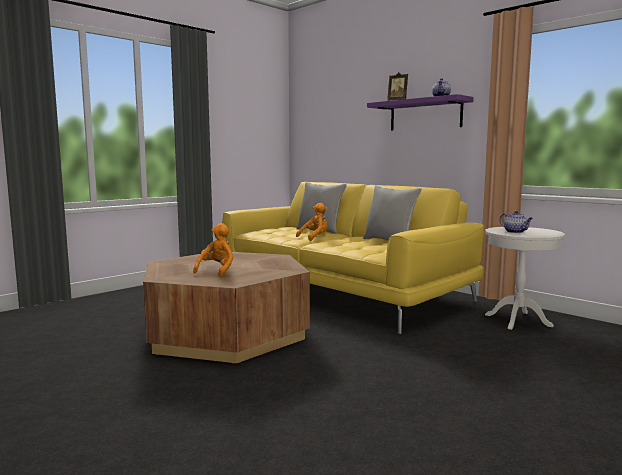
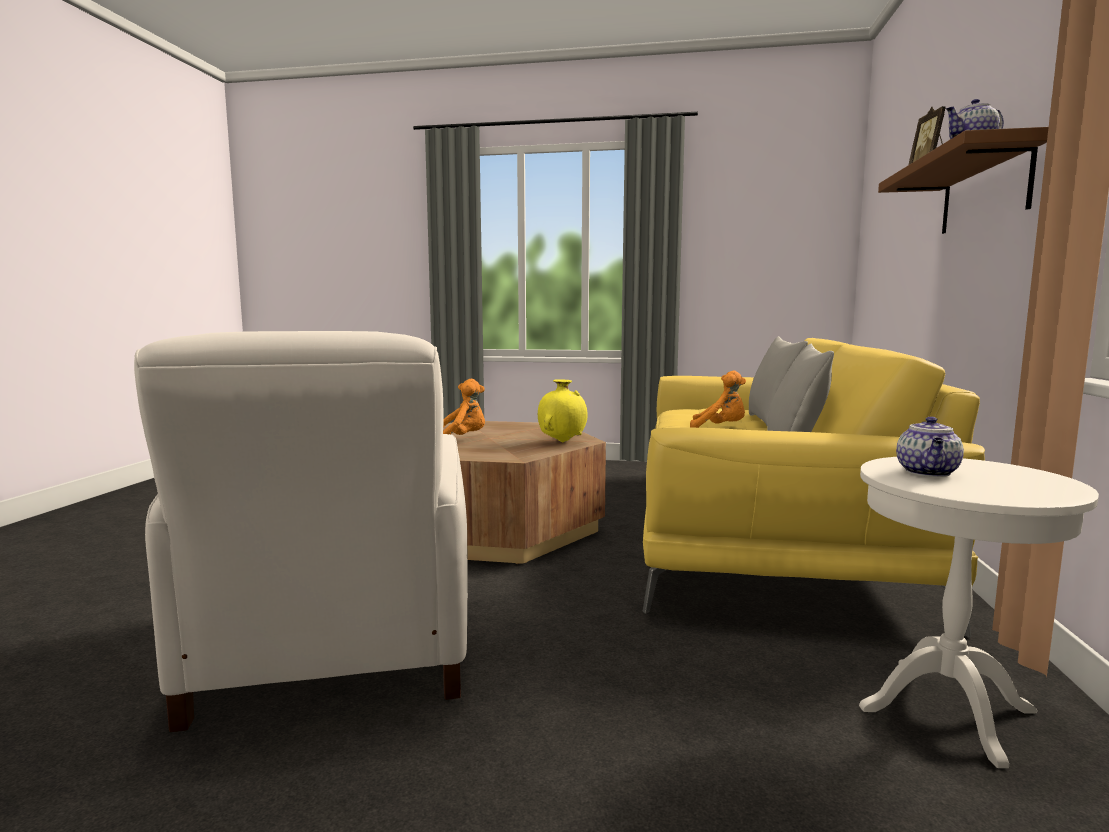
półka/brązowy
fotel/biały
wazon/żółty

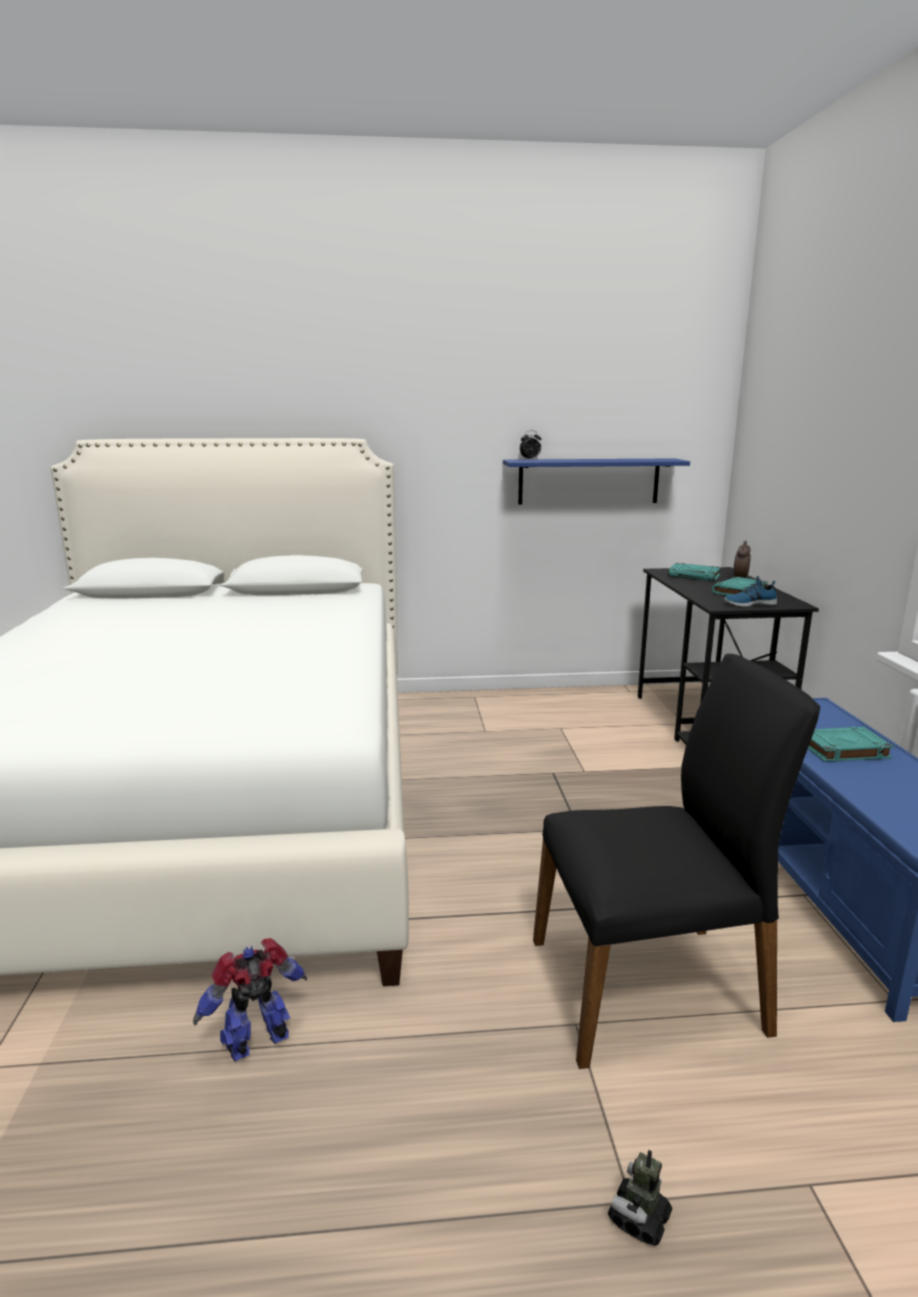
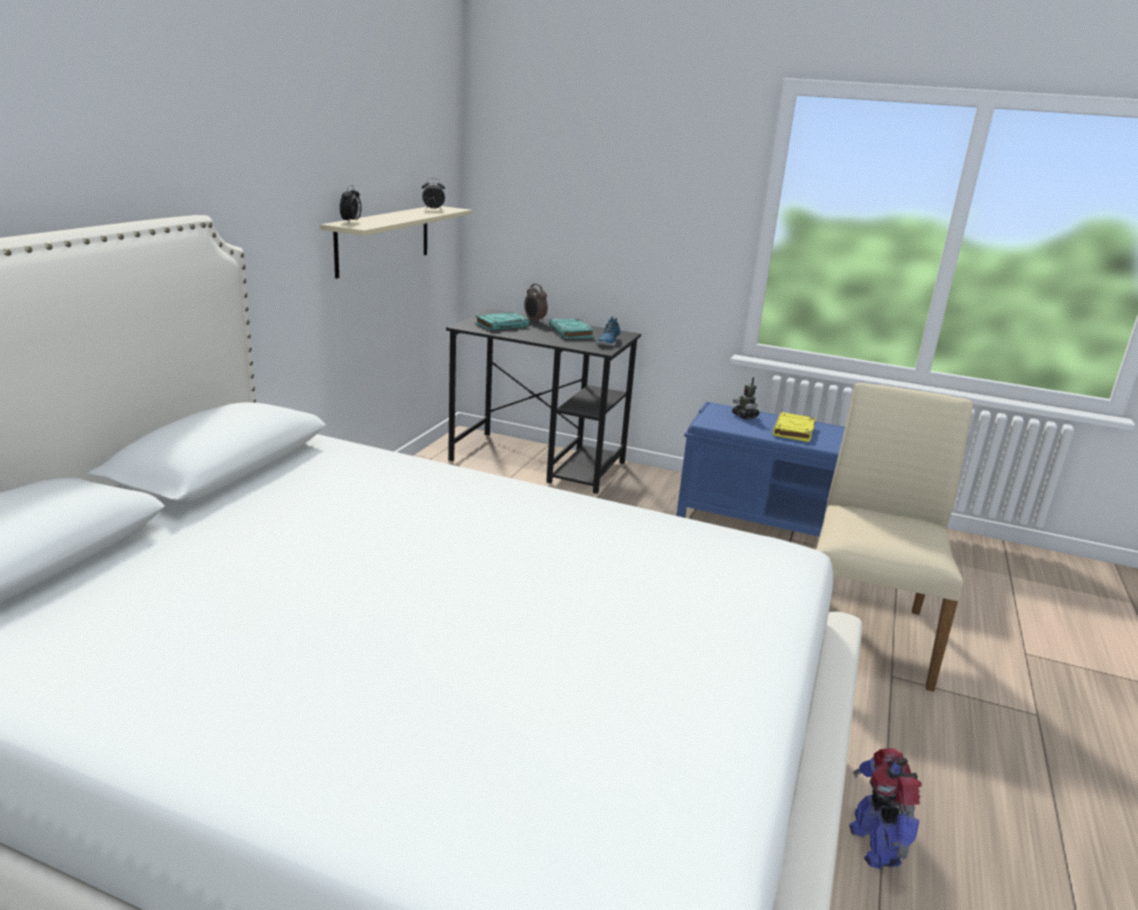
półka/beżowy
krzesło/beżowy
książka/żółty
robot zabawkowy (1st from left)
budzik (2nd from left)

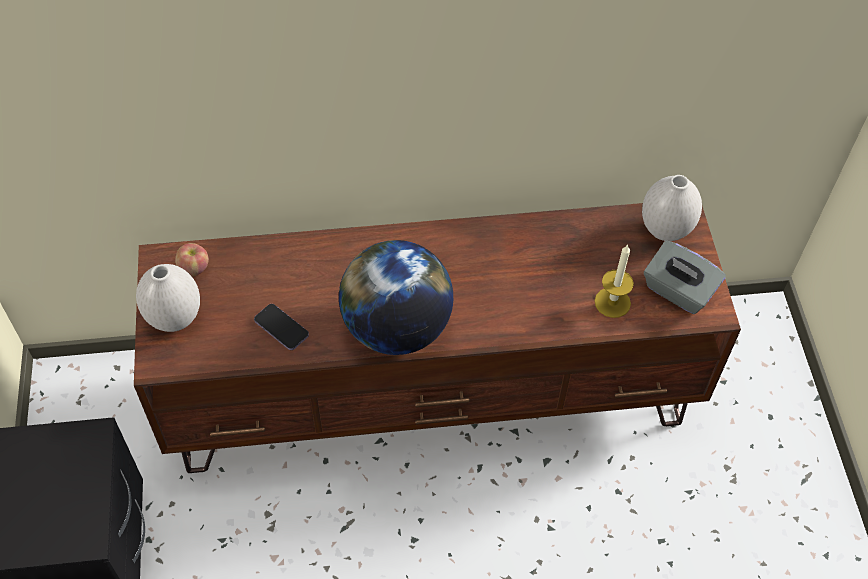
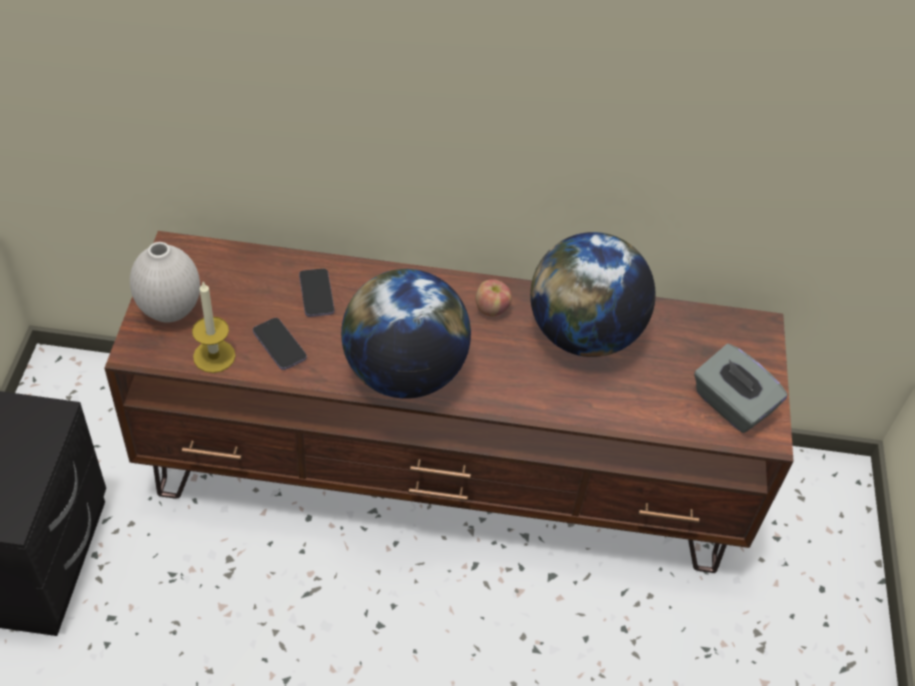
wazon/biały (2nd from left in the first image)
jabłko
świeca
globus (2nd from left)
telefon (2nd from left)

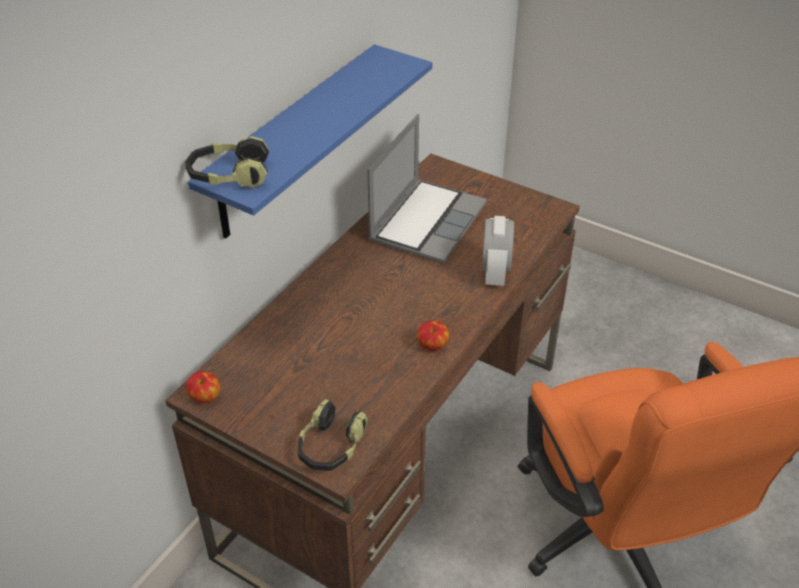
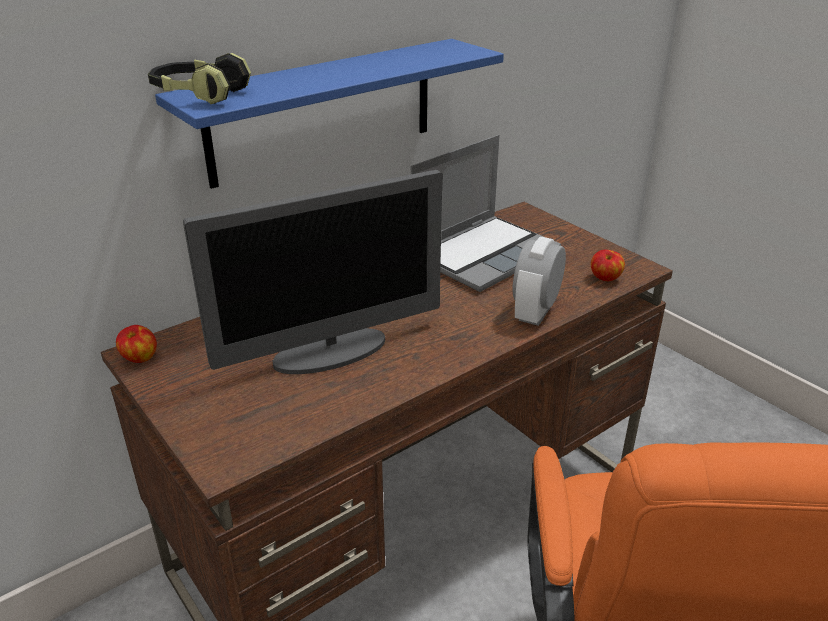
jabłko (2nd from left)
słuchawki (2nd from left in the first image)
monitor

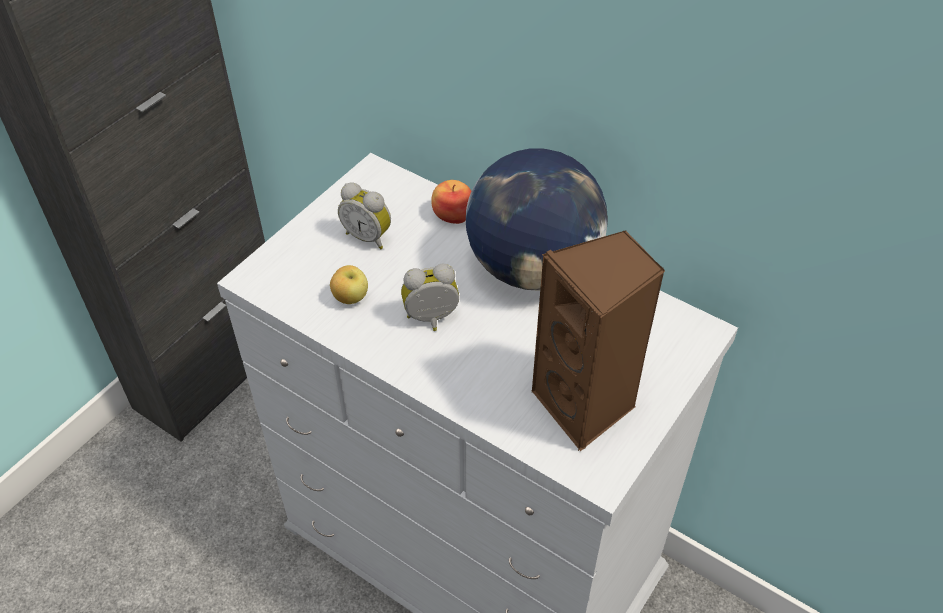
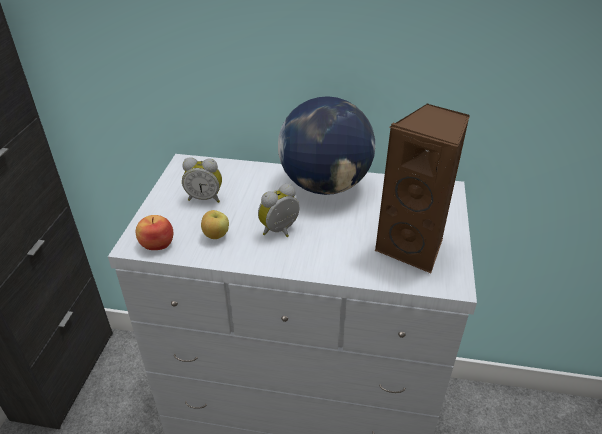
jabłko (1st from left)

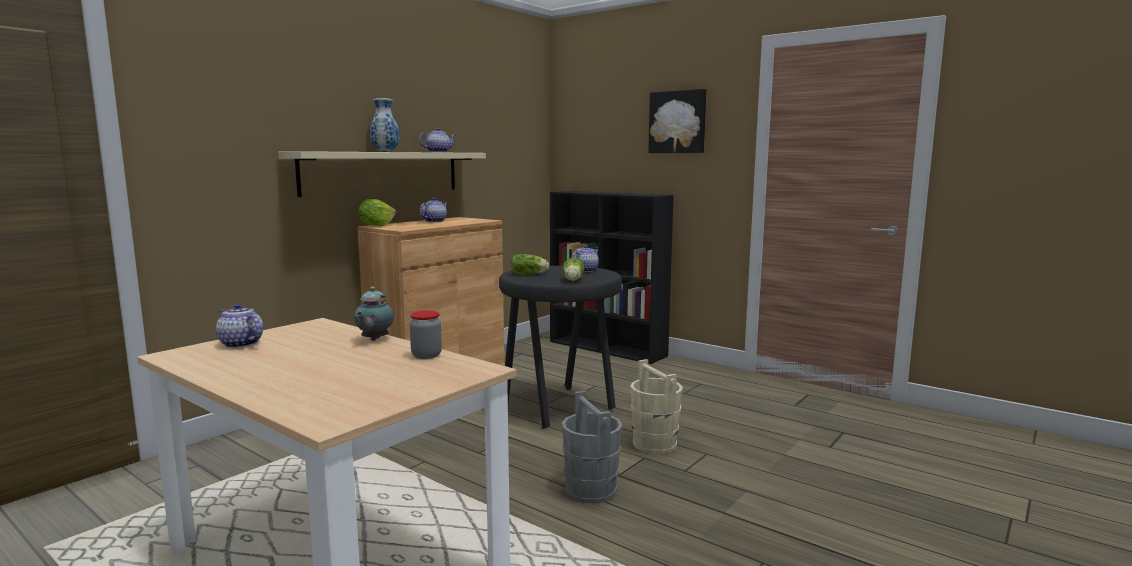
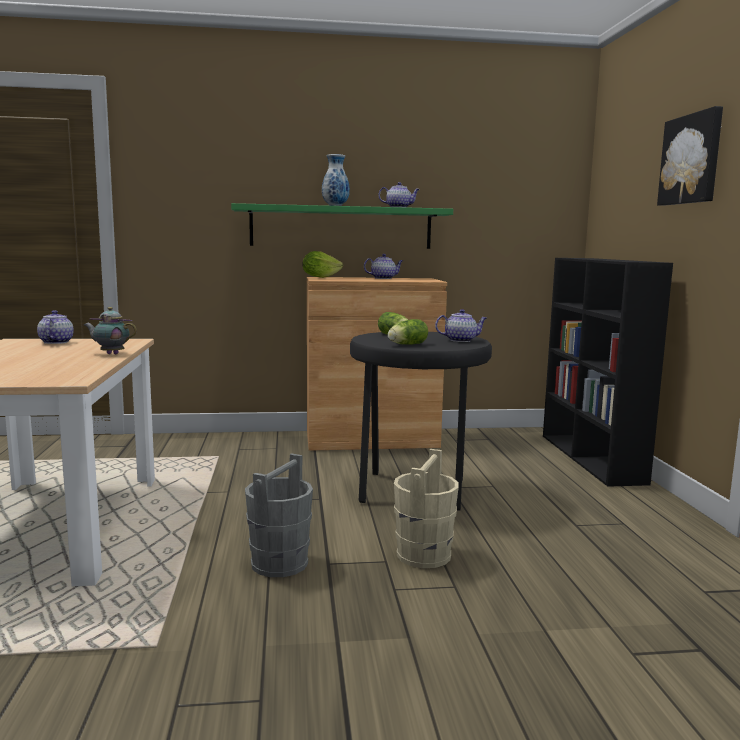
półka/zielony
imbryk (2nd from left)
słoik

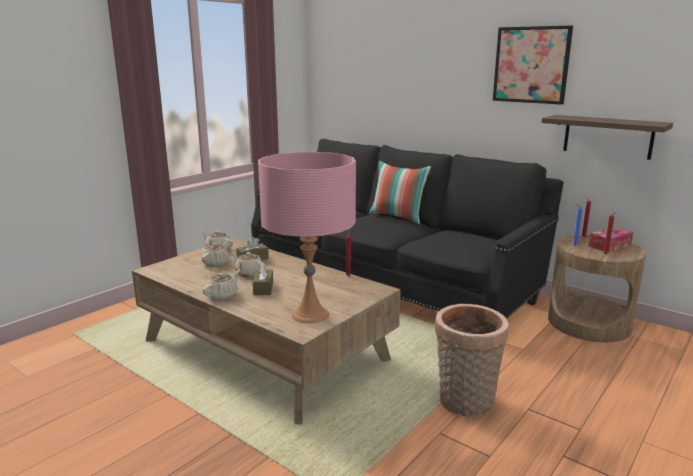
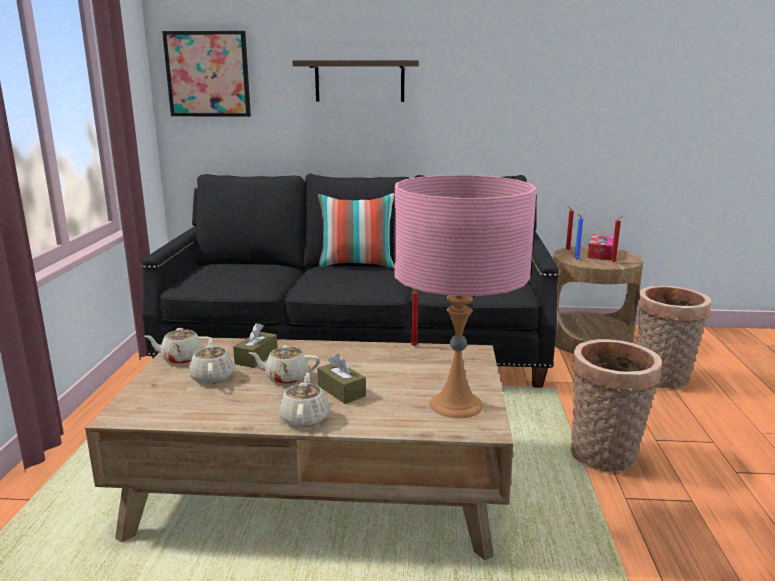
obraz
półka
koszyk (2nd from left)

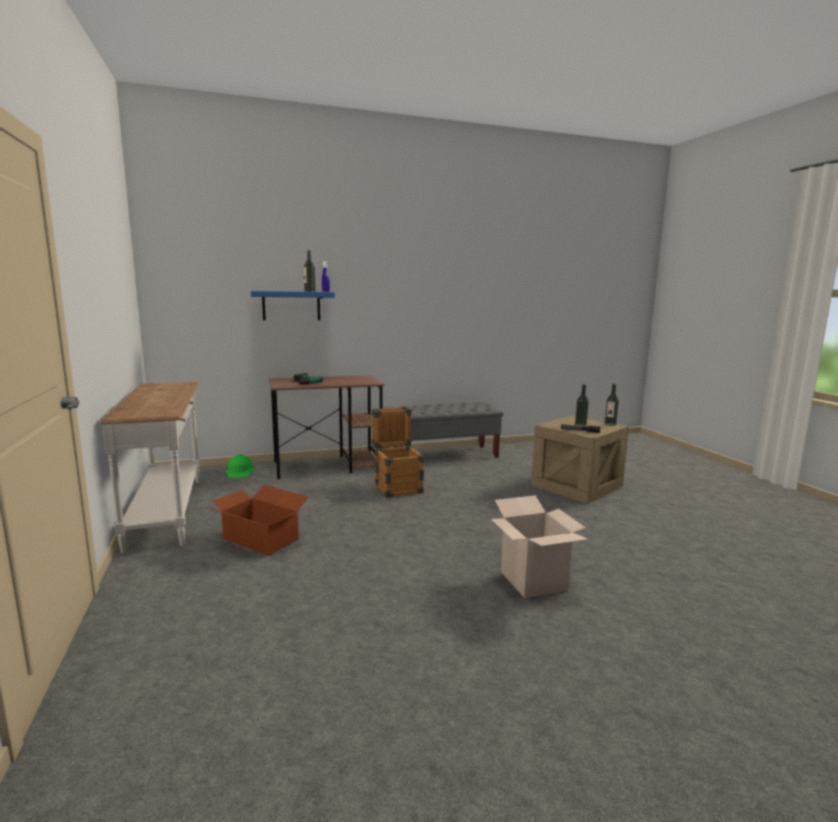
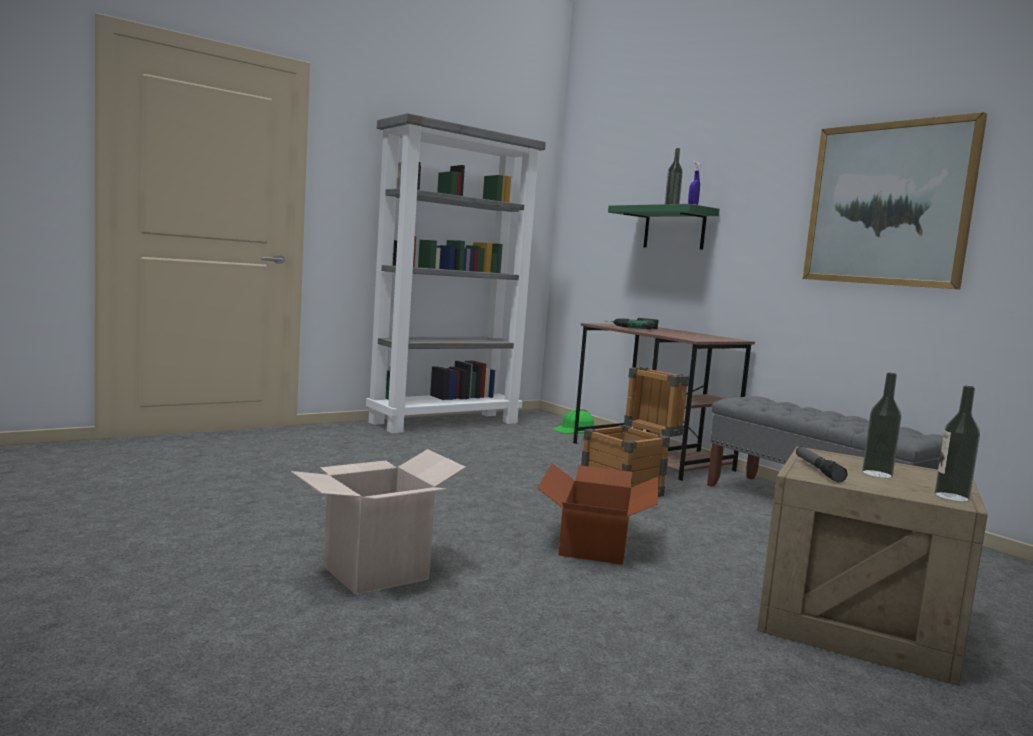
półka/zielony
regał/szary
karton (2nd from left)
obraz

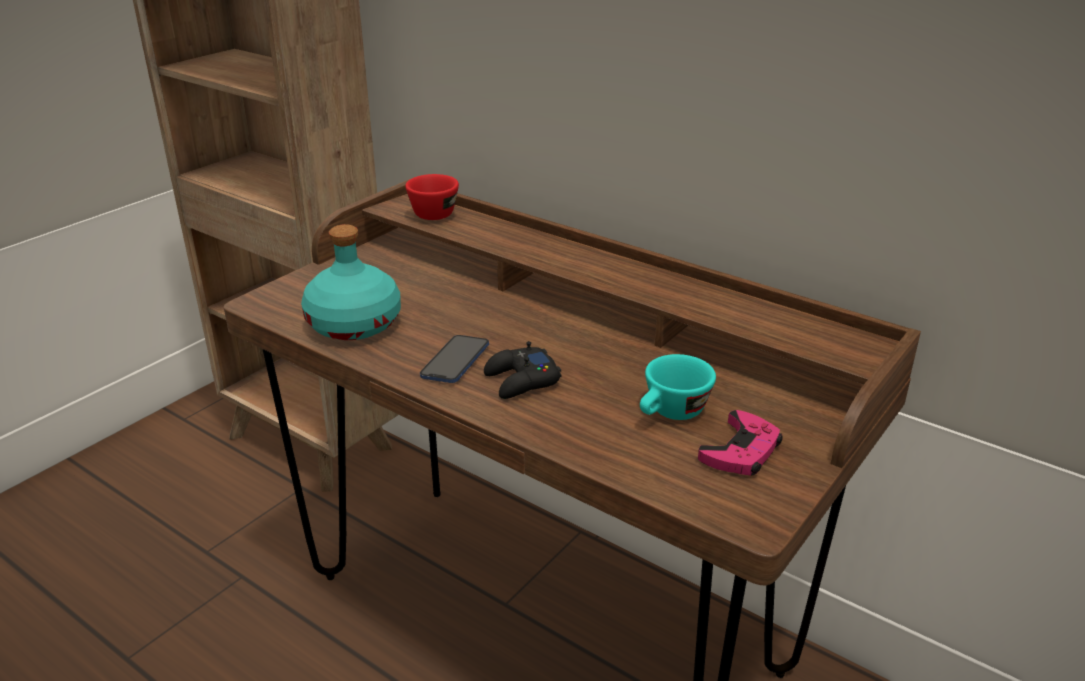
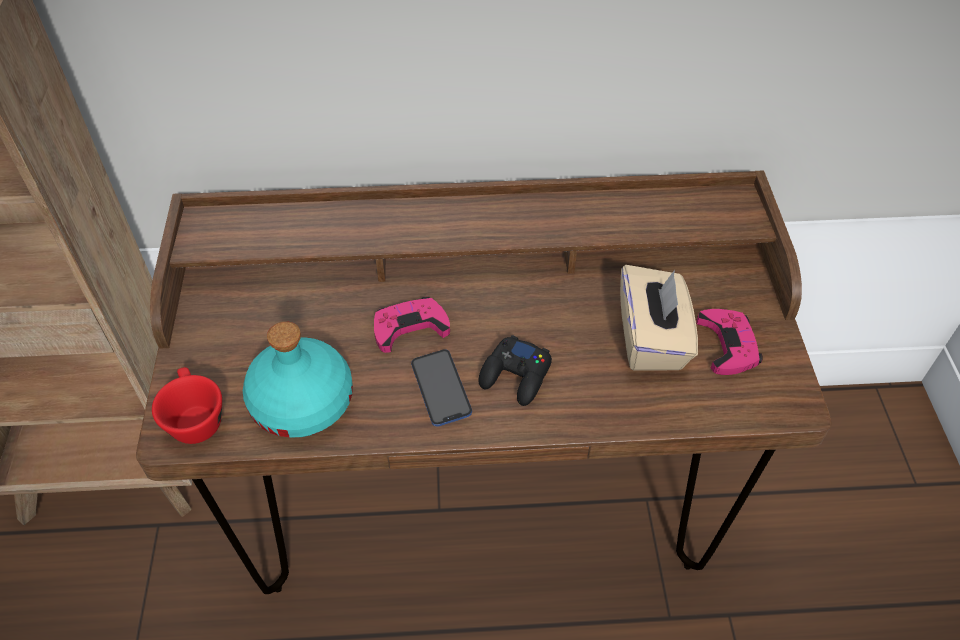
filiżanka/czerwony
pudełko chusteczek/beżowy
pad do gier/różowy (1st from left)

